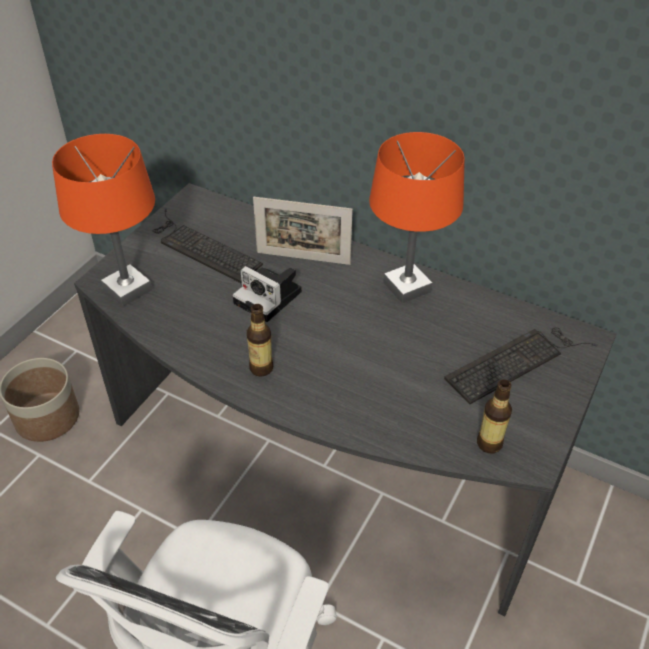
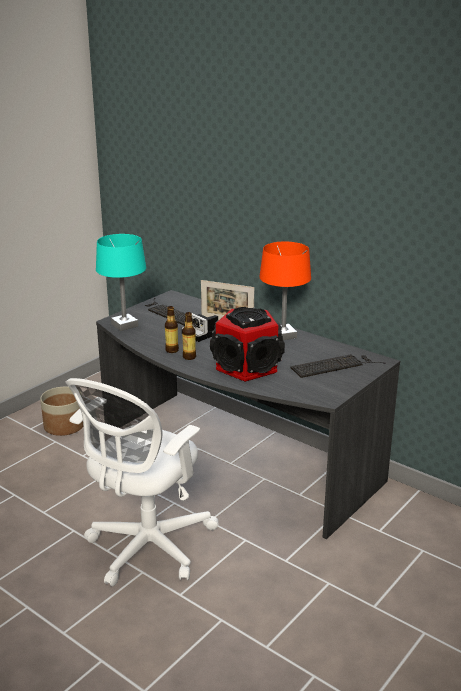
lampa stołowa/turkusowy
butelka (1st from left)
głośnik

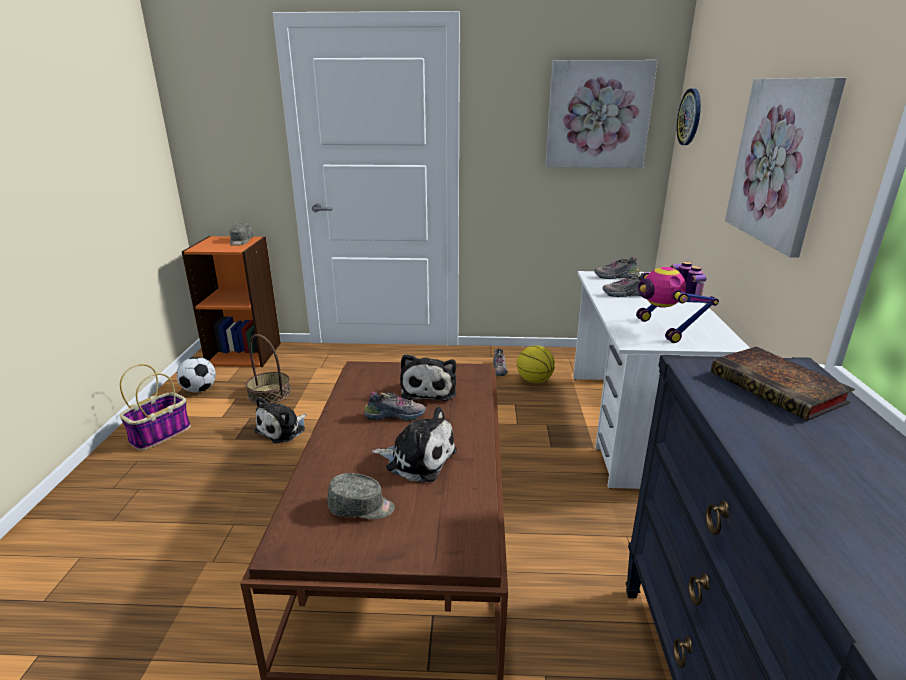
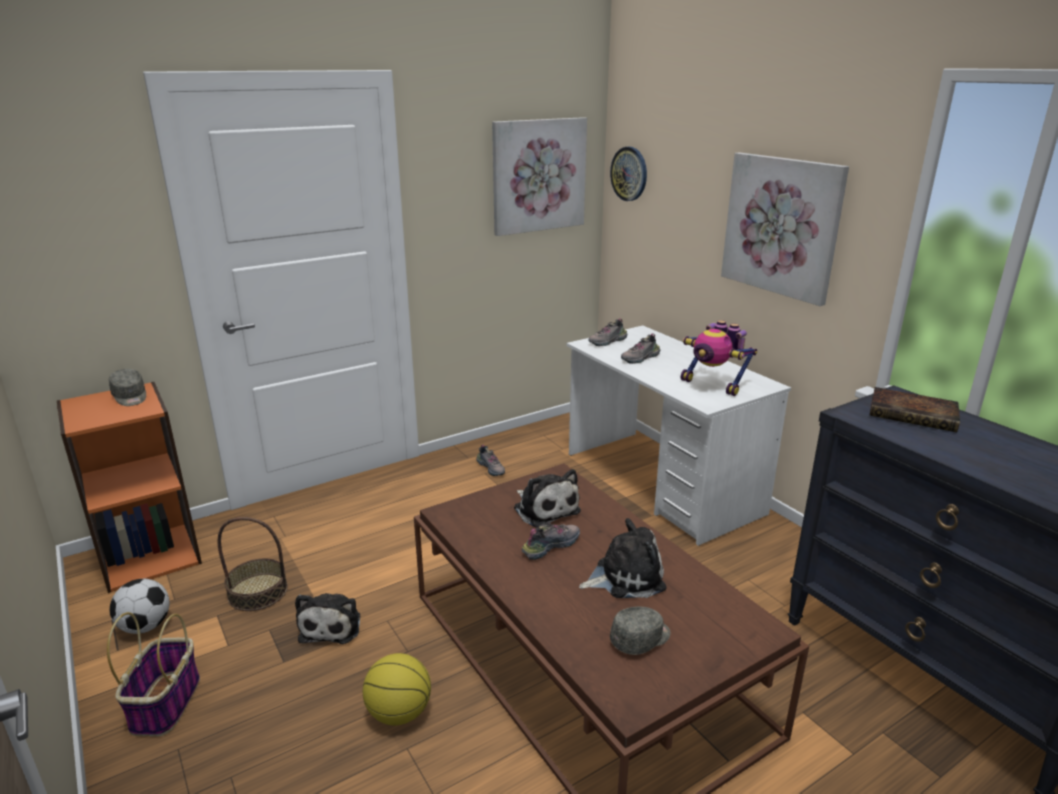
piłka do koszykówki

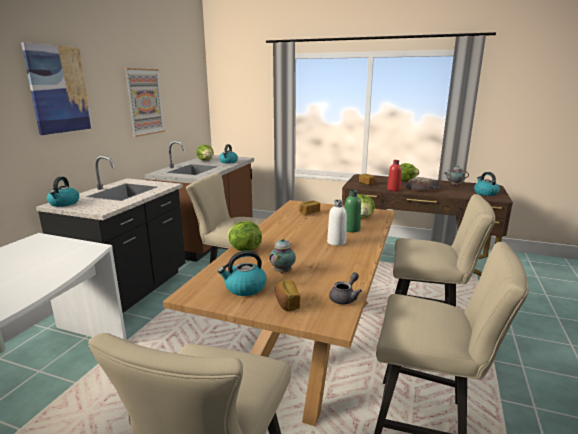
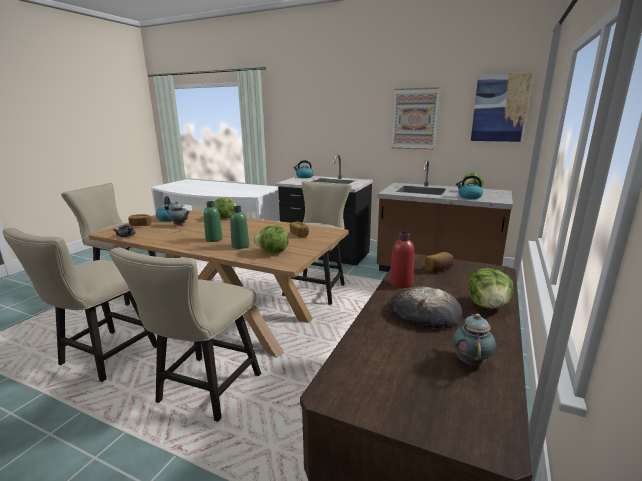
obraz (2nd from left)
czajnik (4th from left in the first image)
butelka/zielony (1st from left)

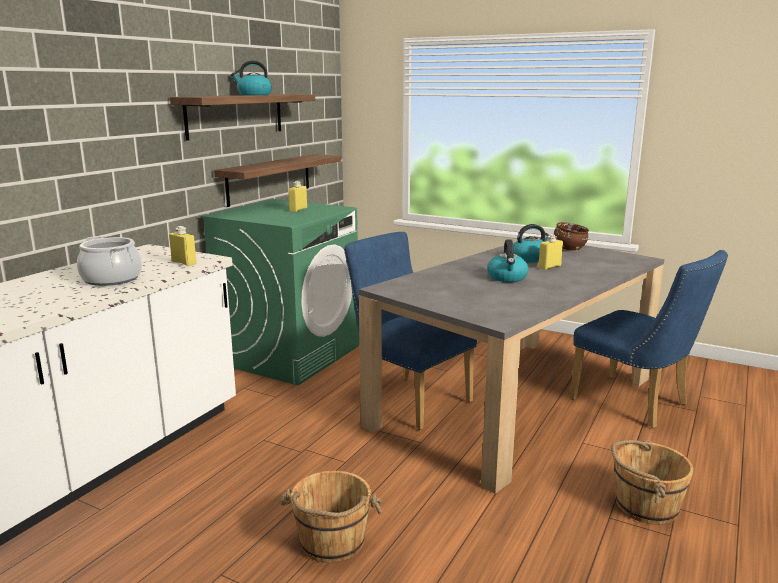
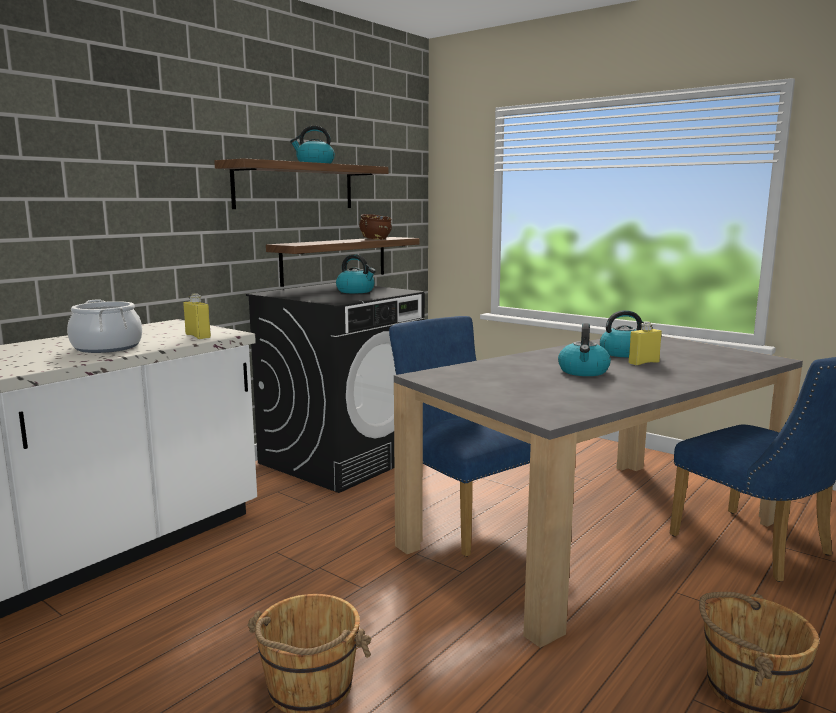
czajnik (2nd from left)
pralka/czarny
miska/brązowy

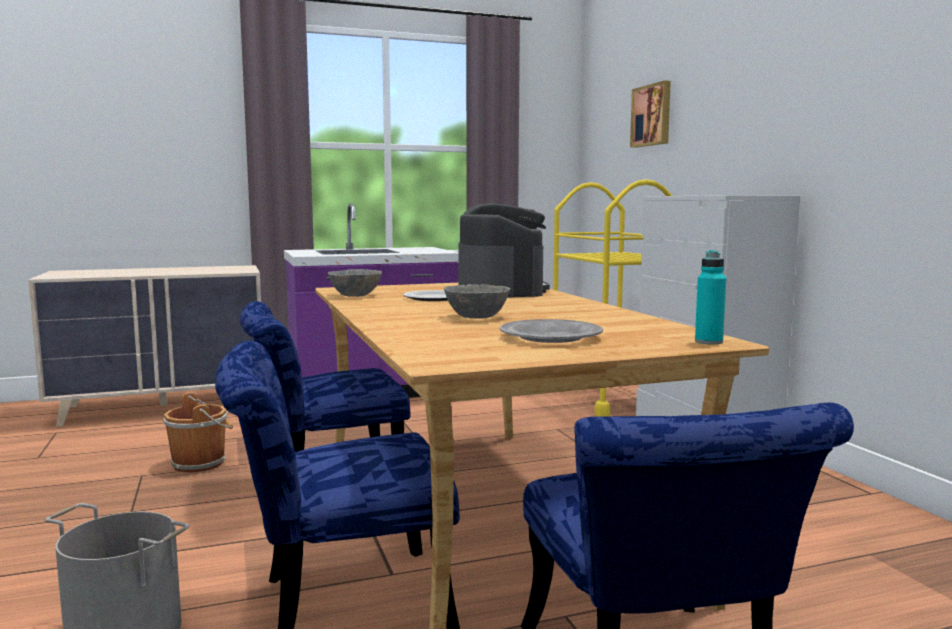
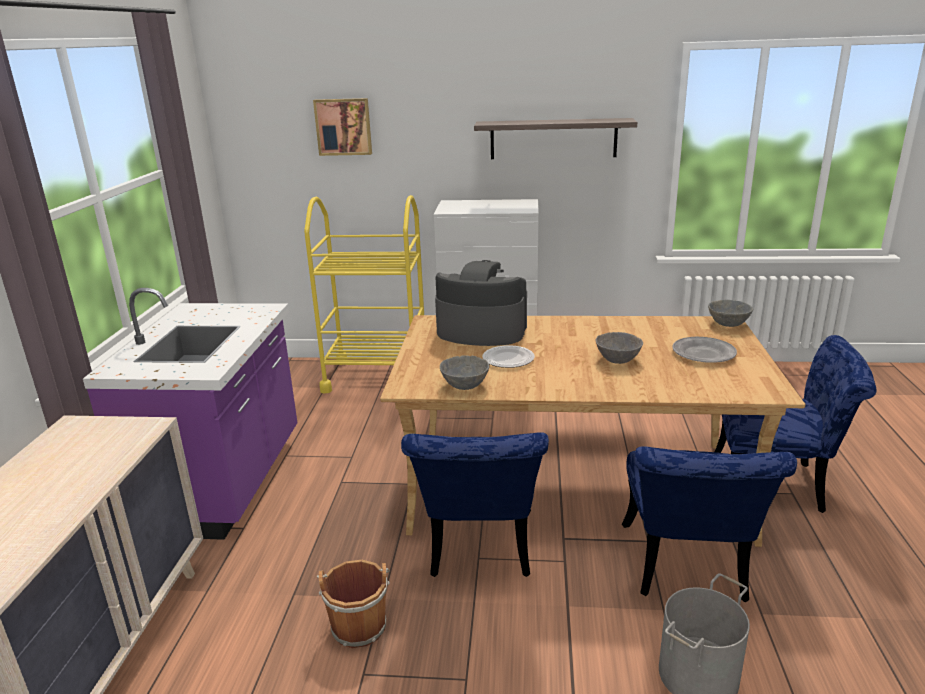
miska/szary (3rd from left)
półka

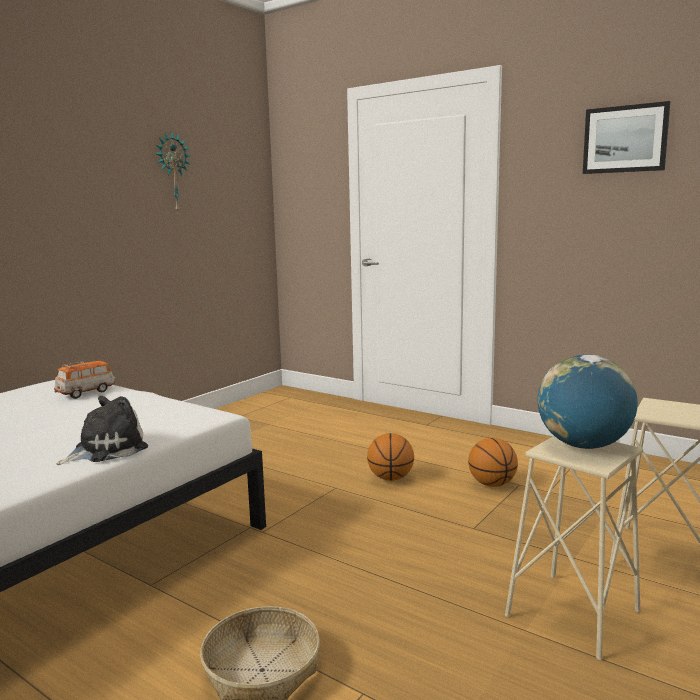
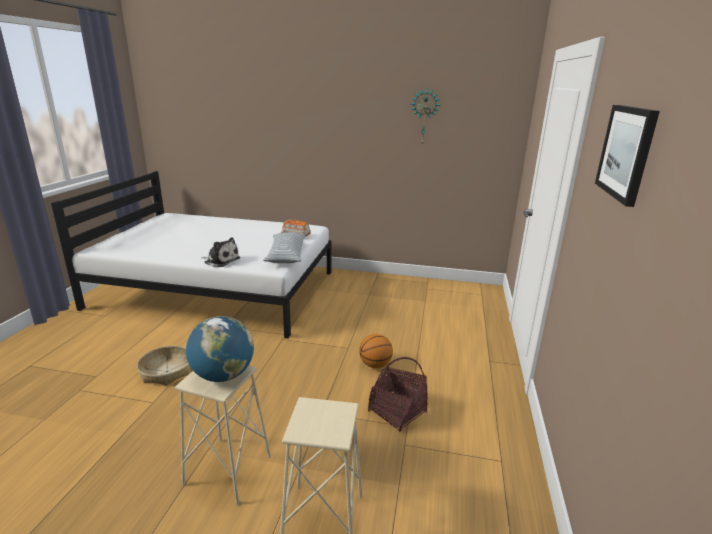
koszyk (2nd from left)
poduszka

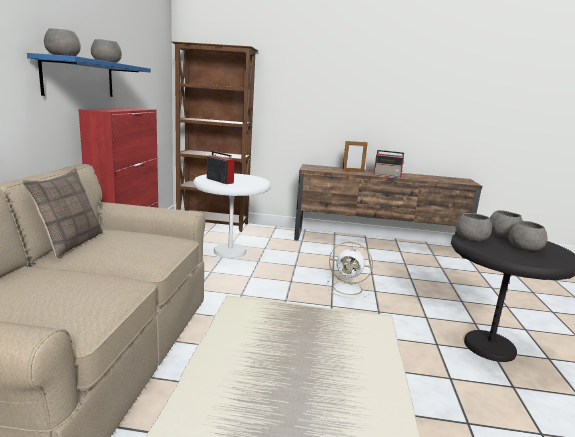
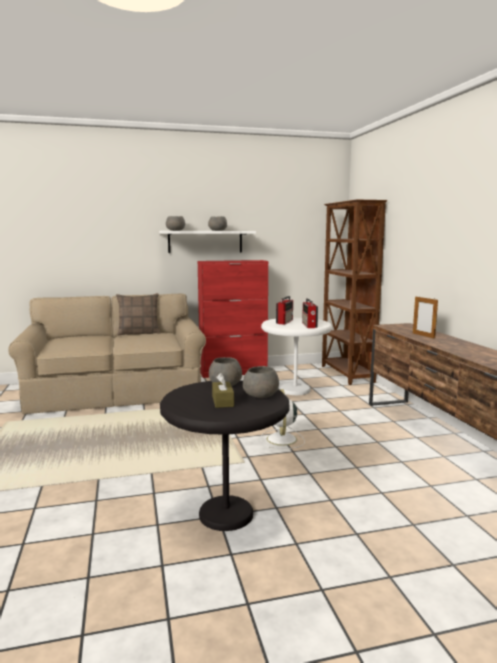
półka/biały
radio (2nd from left)
pudełko chusteczek/brązowy

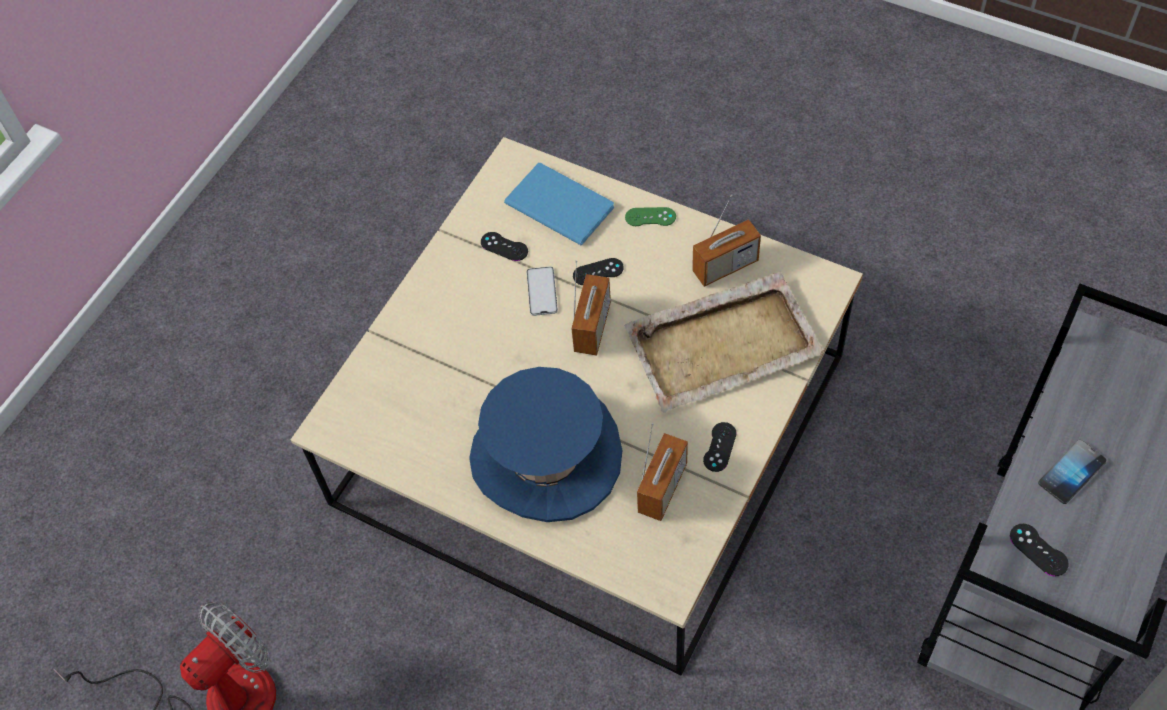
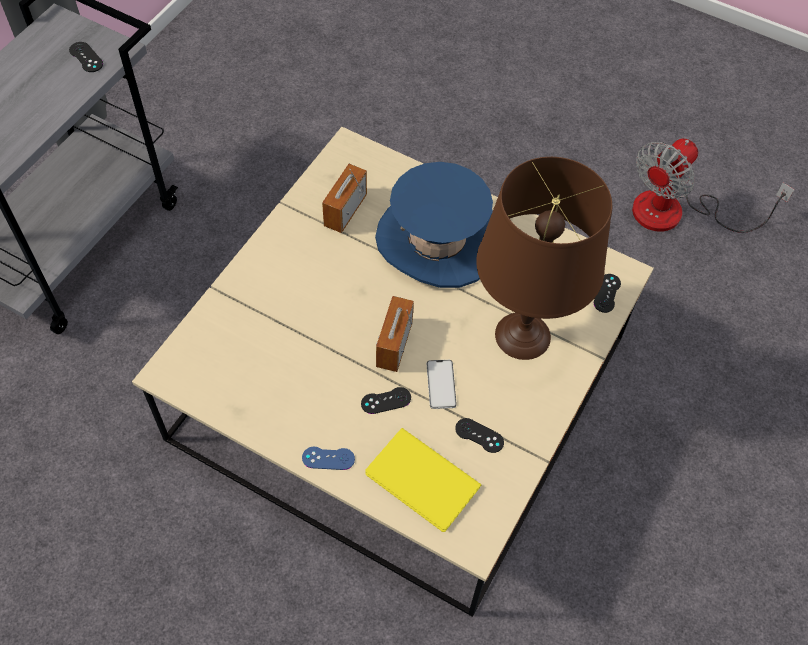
książka/żółty
radio (3rd from left in the first image)
pad do gier/niebieski
taca/beżowy
pad do gier/czarny (4th from left)
telefon (2nd from left in the first image)
lampa stołowa/brązowy

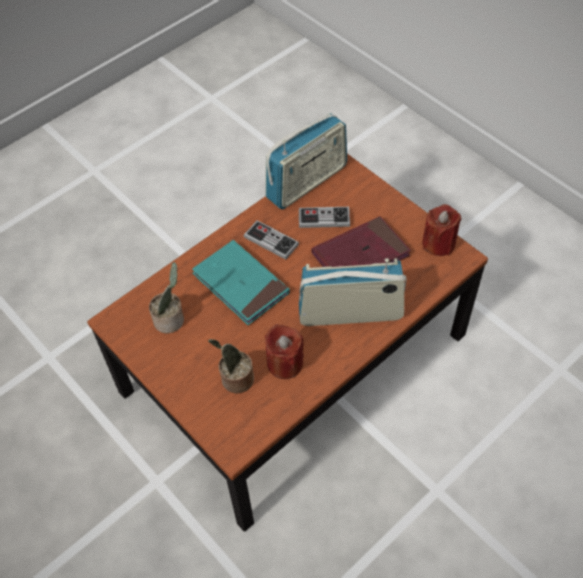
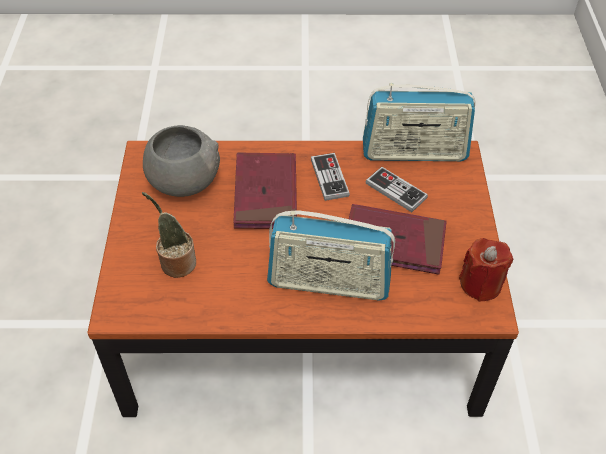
książka/czerwony (1st from left)
radio (1st from left)
miska/szary
świeca/czerwony (1st from left in the first image)

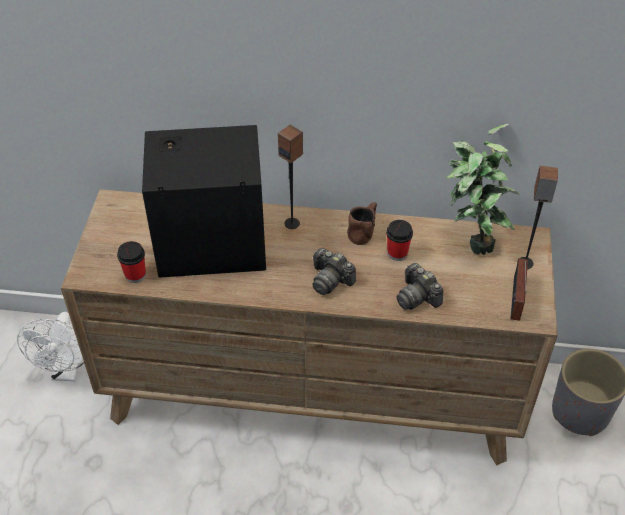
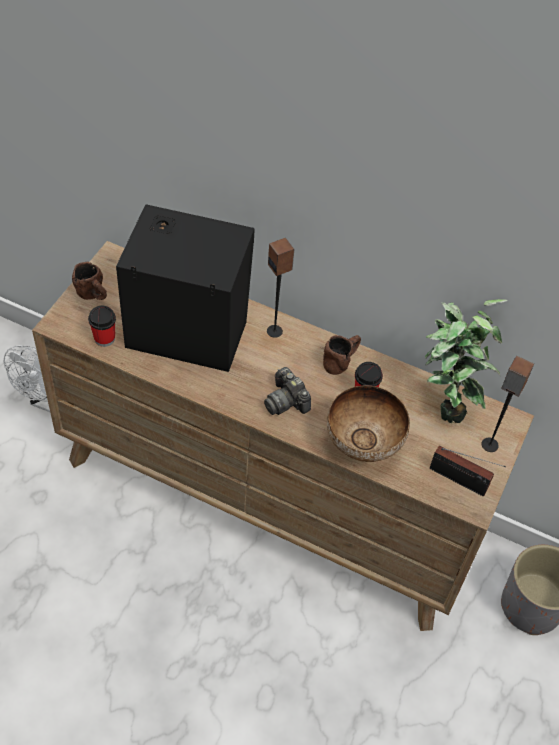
radio
miska
kubek/brązowy (1st from left)

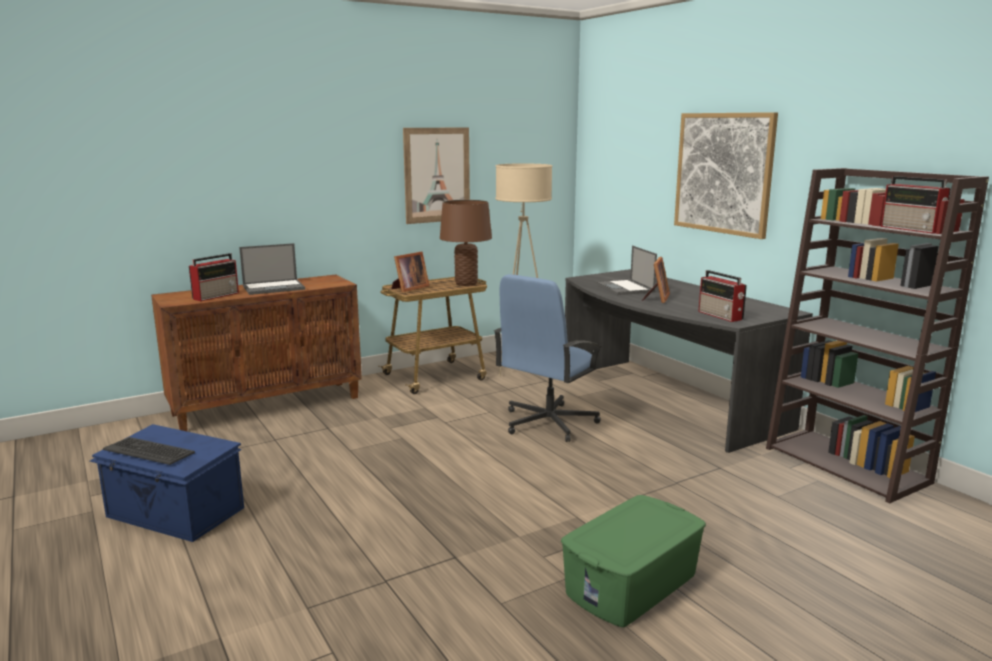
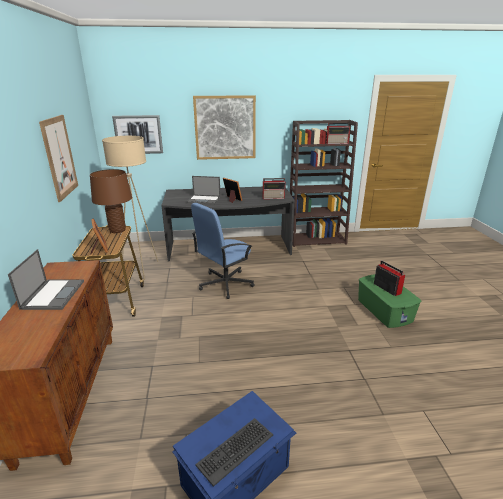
radio (3rd from left)
krzesło biurowe/niebieski
obraz (2nd from left)

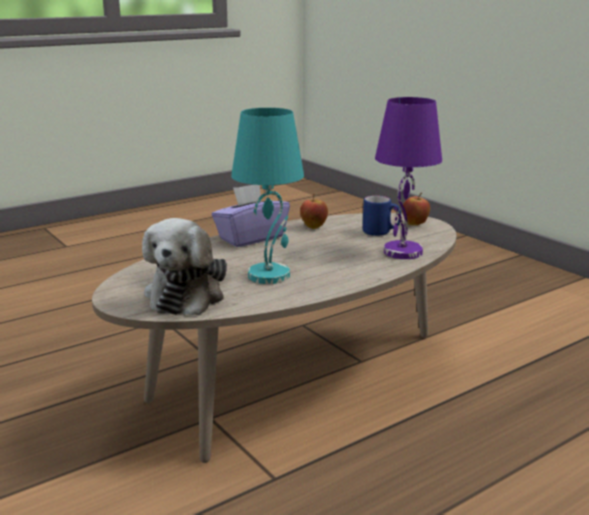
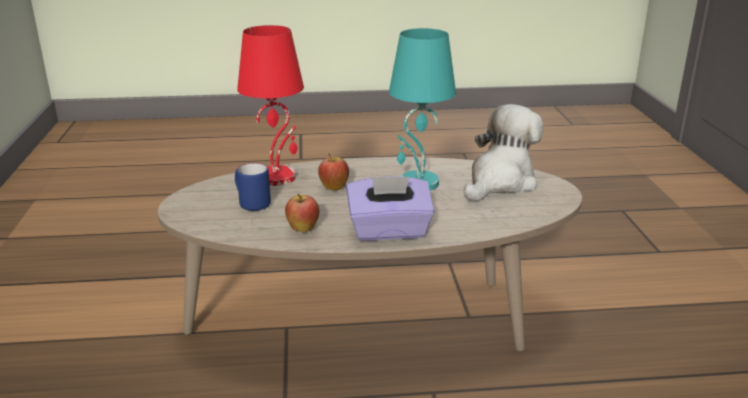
lampa stołowa/czerwony
jabłko (2nd from left)

